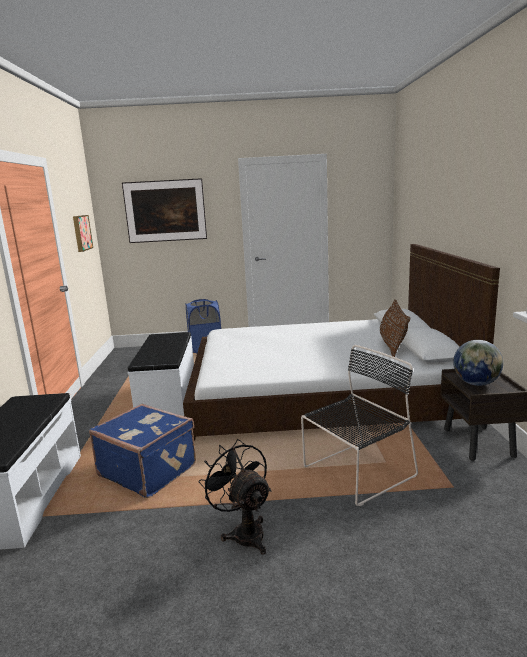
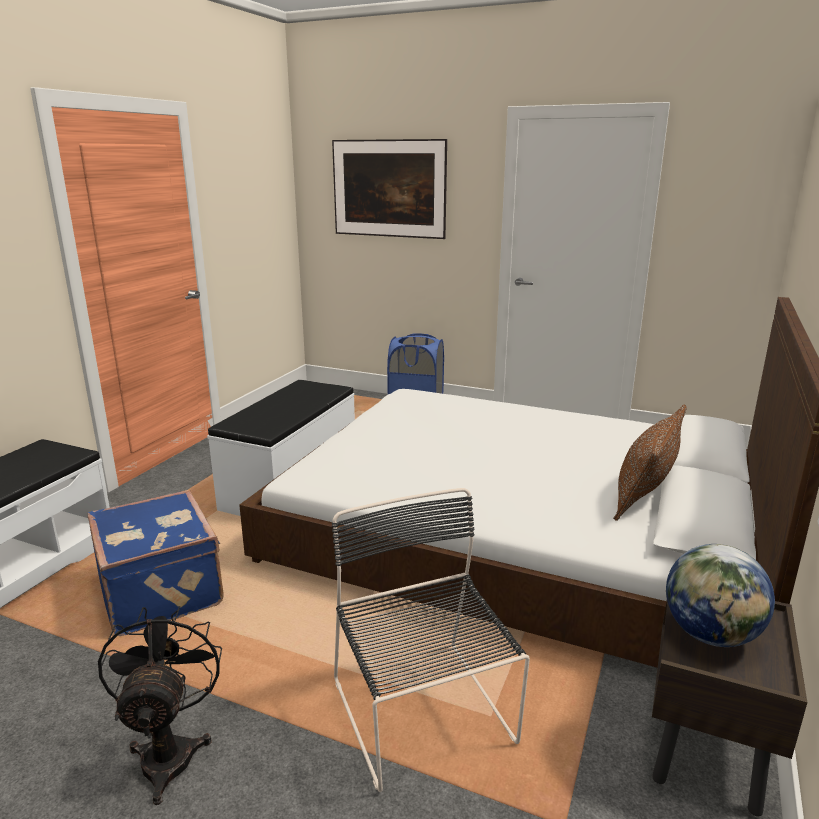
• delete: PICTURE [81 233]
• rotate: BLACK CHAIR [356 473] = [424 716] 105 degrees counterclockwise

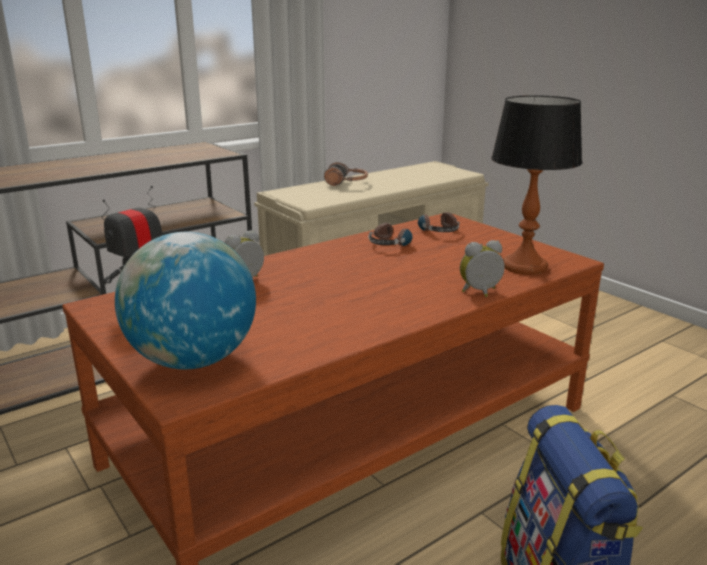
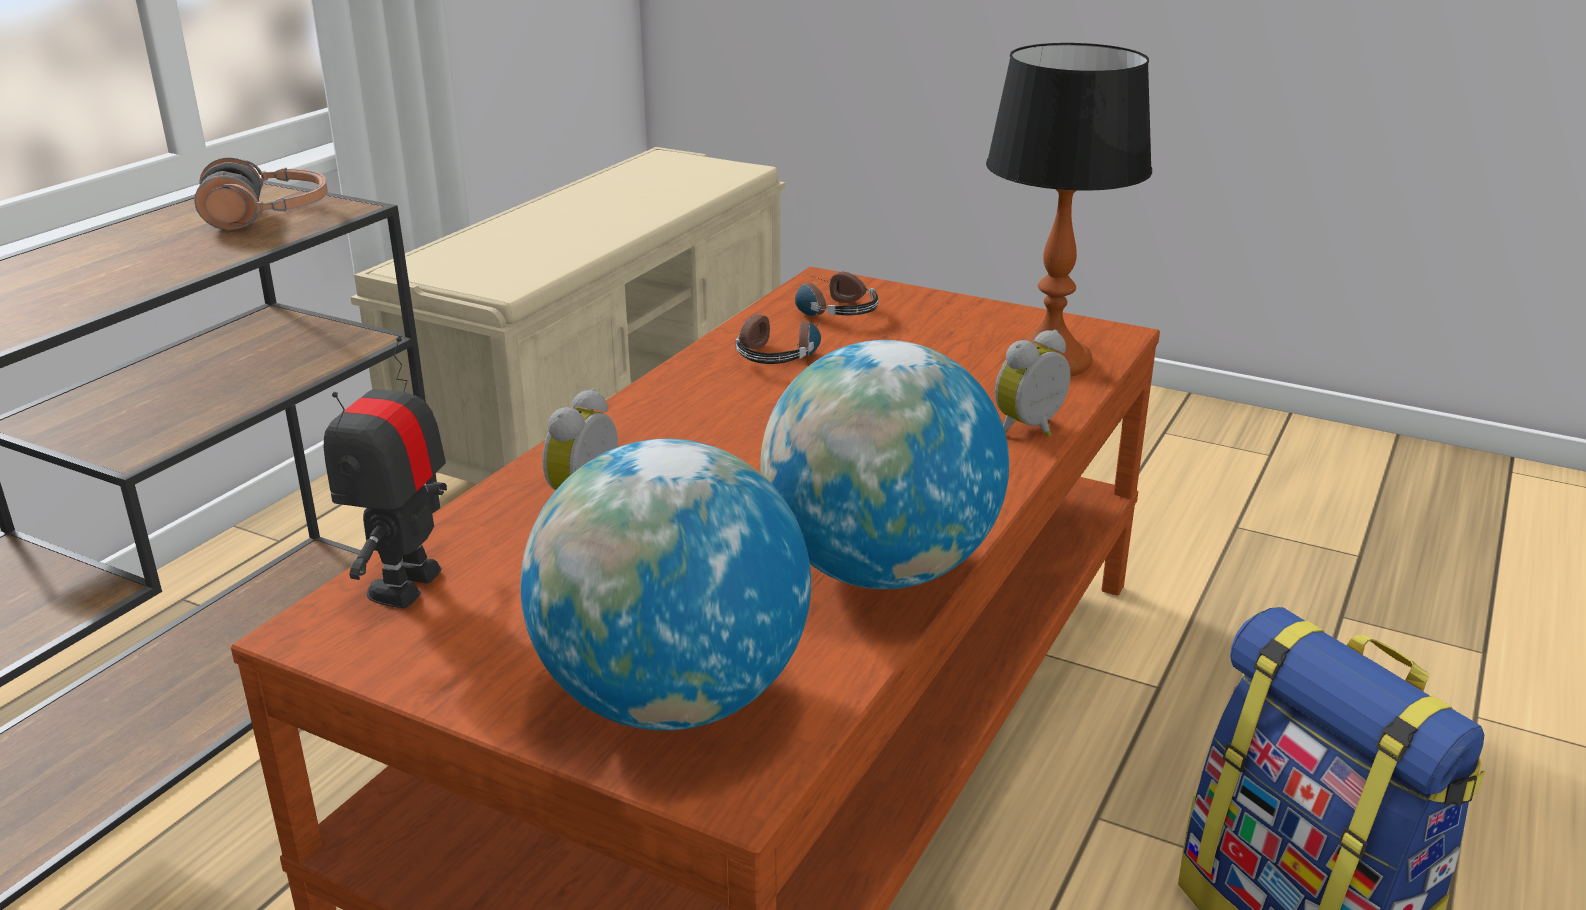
• move: HEADPHONES [346 183] to [267 217]
• insert: GLOBE [880 570]

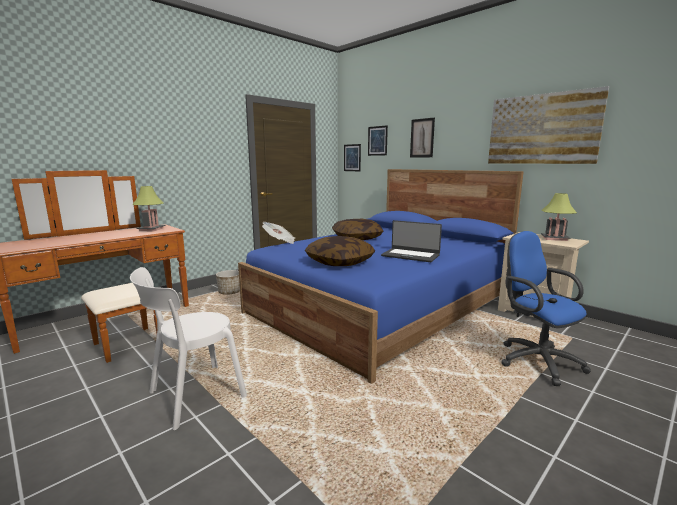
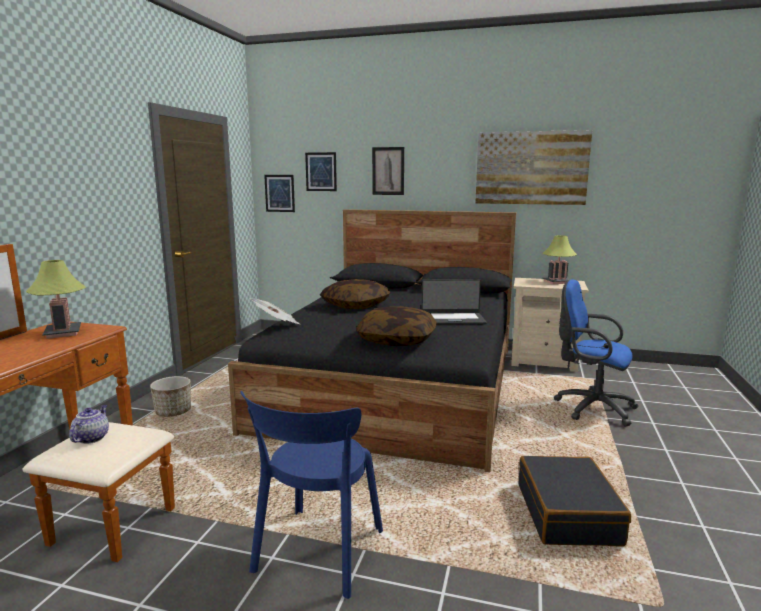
• recolor: BLUE BED [382 305] to BLACK BED [398 385]
• recolor: WHITE CHAIR [192 396] to BLUE CHAIR [317 554]
• insert: TEAPOT [91 438]
• insert: BLACK SUITCASE [568 514]

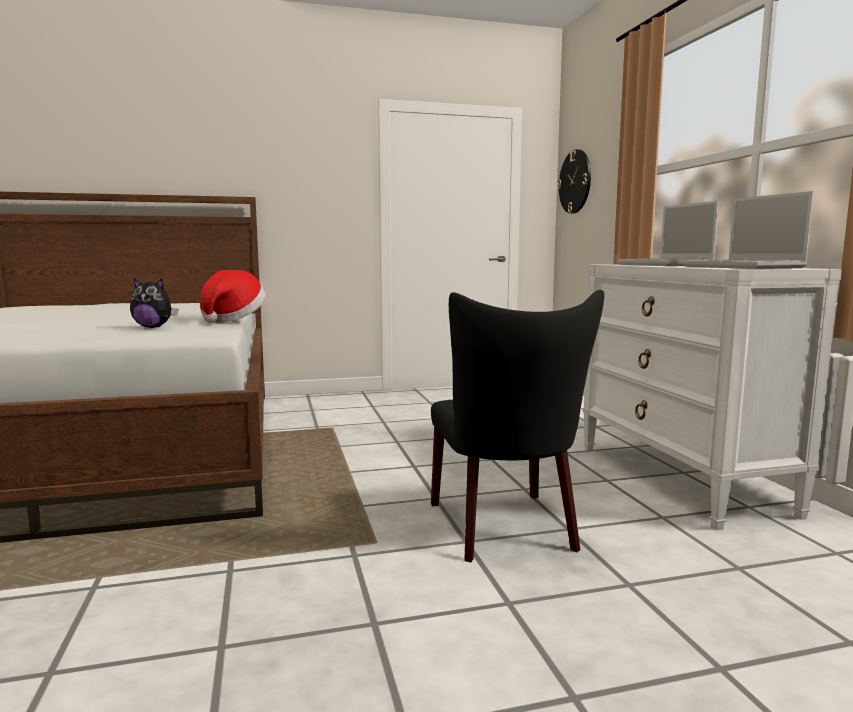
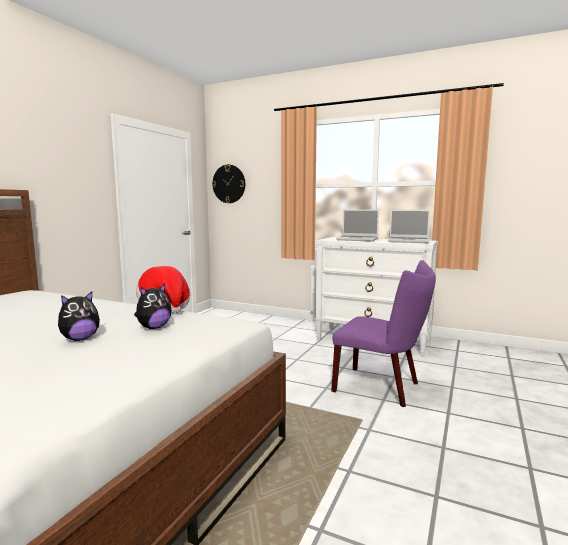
• recolor: BLACK CHAIR [506 530] to PURPLE CHAIR [382 387]
• insert: PLUSH TOY [80 339]

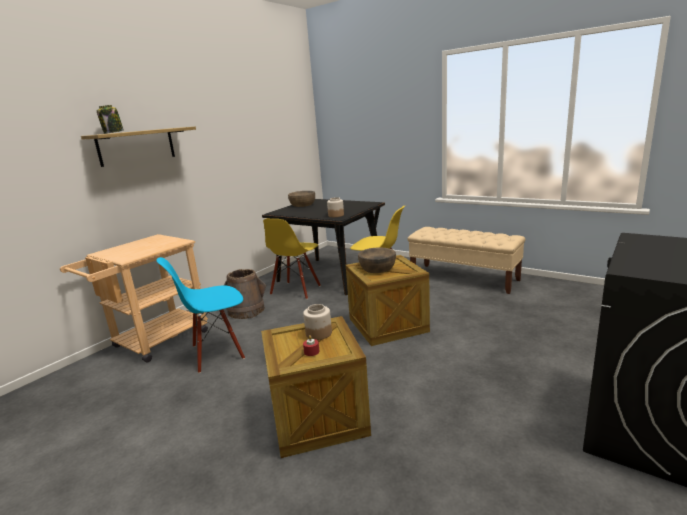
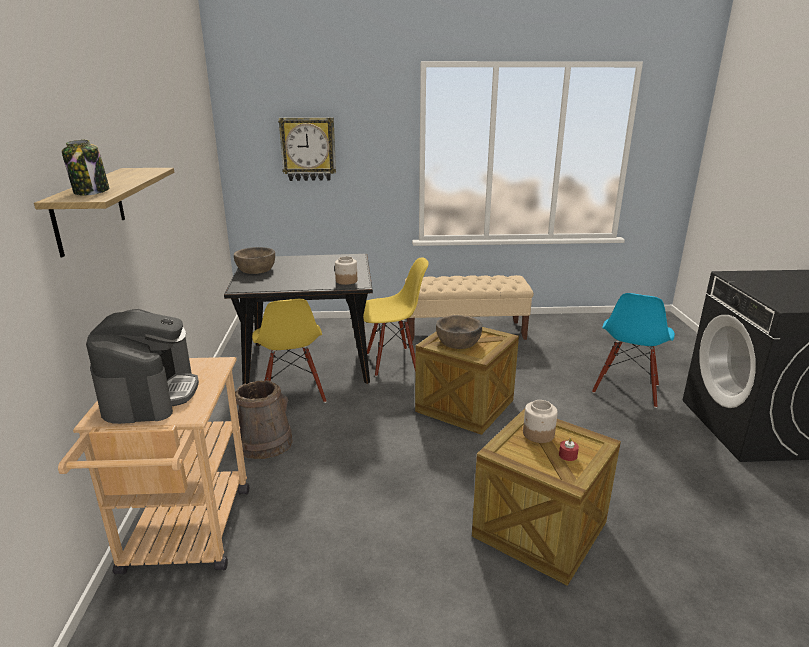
• move: BLUE CHAIR [217 353] to [627 389]
• insert: WALL CLOCK [308 149]
• insert: COFFEE MACHINE [150 394]

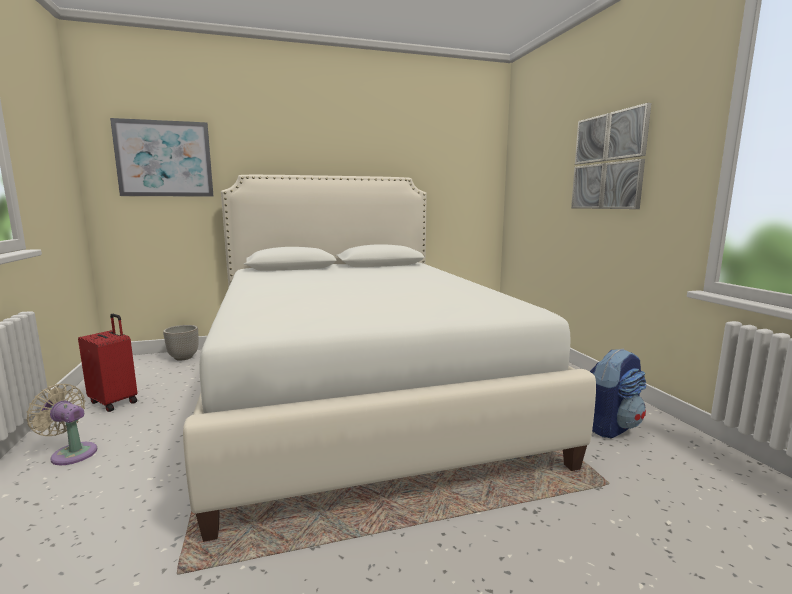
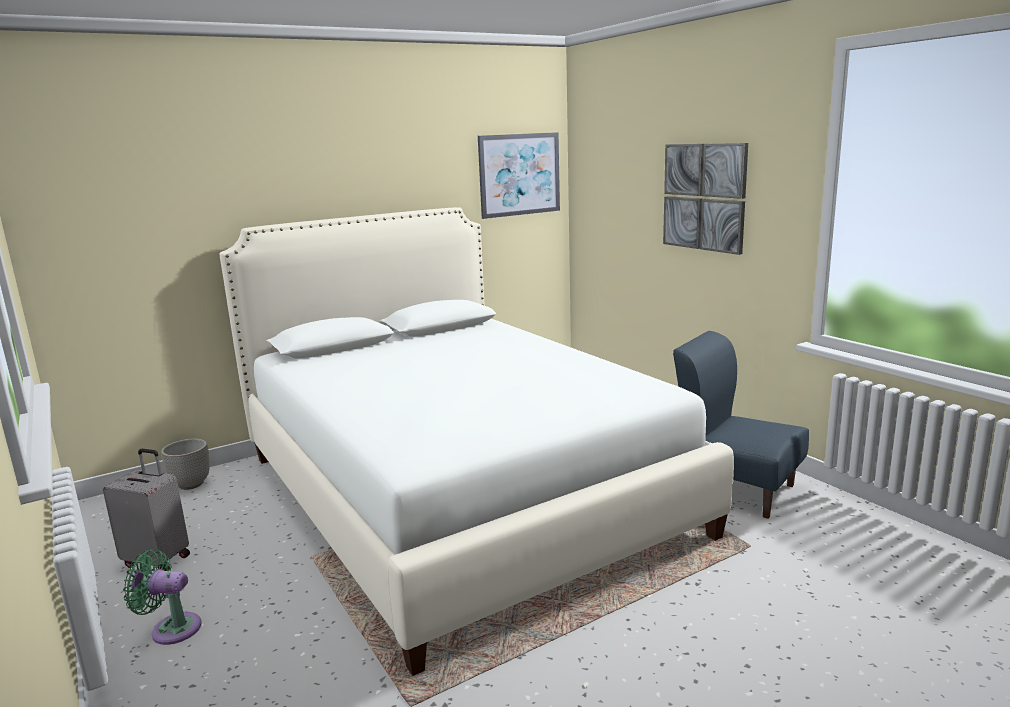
• move: PICTURE [164 159] to [519 174]
• recolor: RED SUITCASE [115 402] to GREY SUITCASE [158 560]
• replace: BACKPACK [611 426] to BLUE CHAIR [736 488]
• recolor: BEIGE FAN [71 453] to GREEN FAN [171 628]

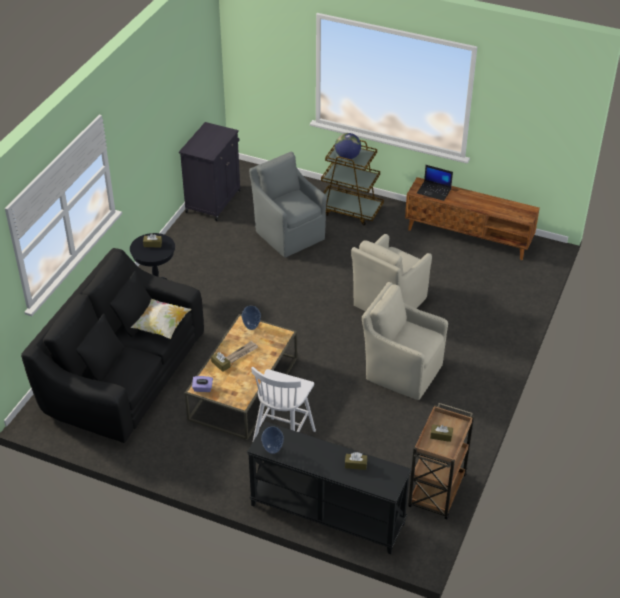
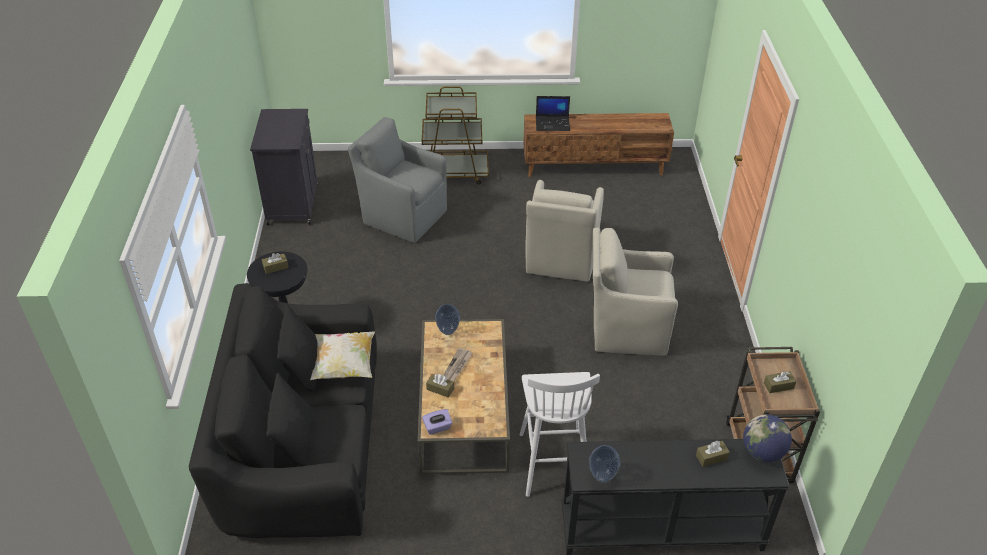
• move: GLOBE [347 157] to [762 452]

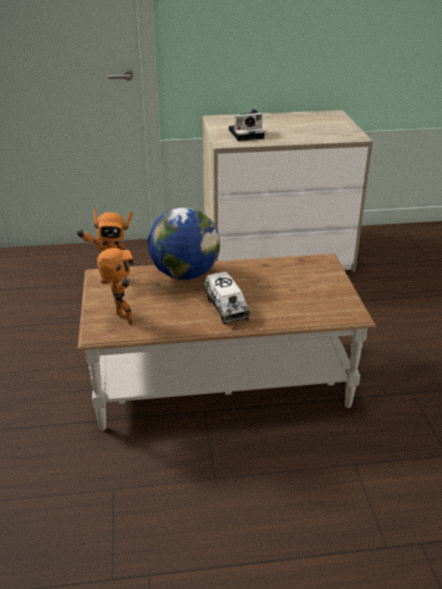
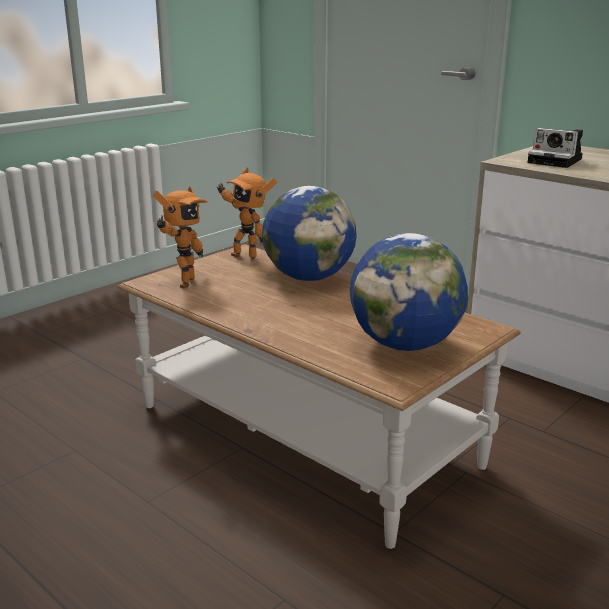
• delete: TOY TRUCK [226 307]
• insert: GLOBE [405 344]

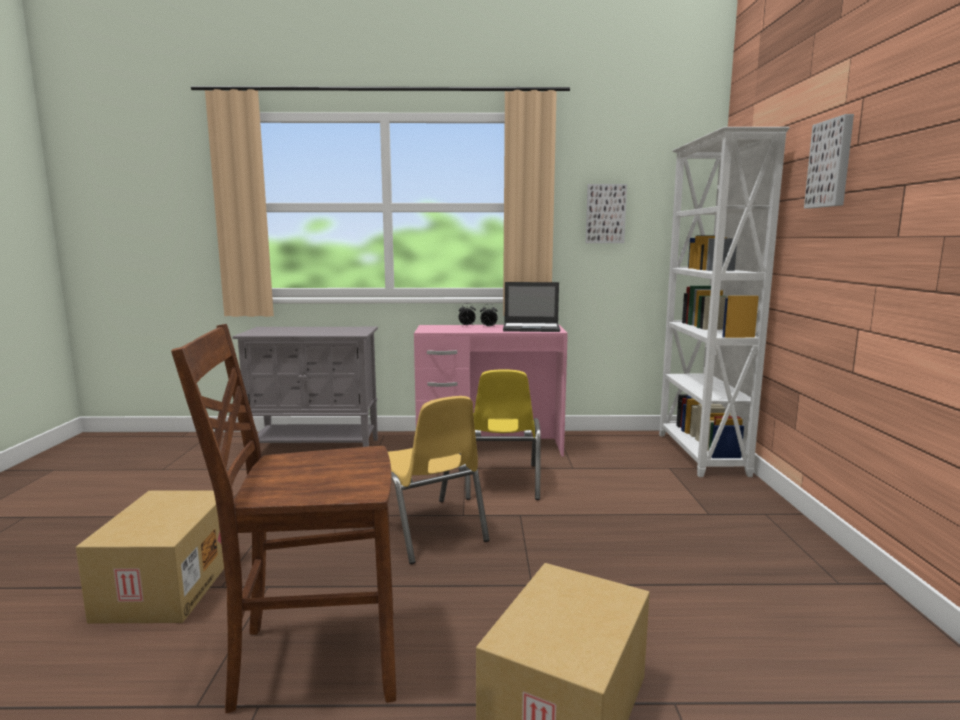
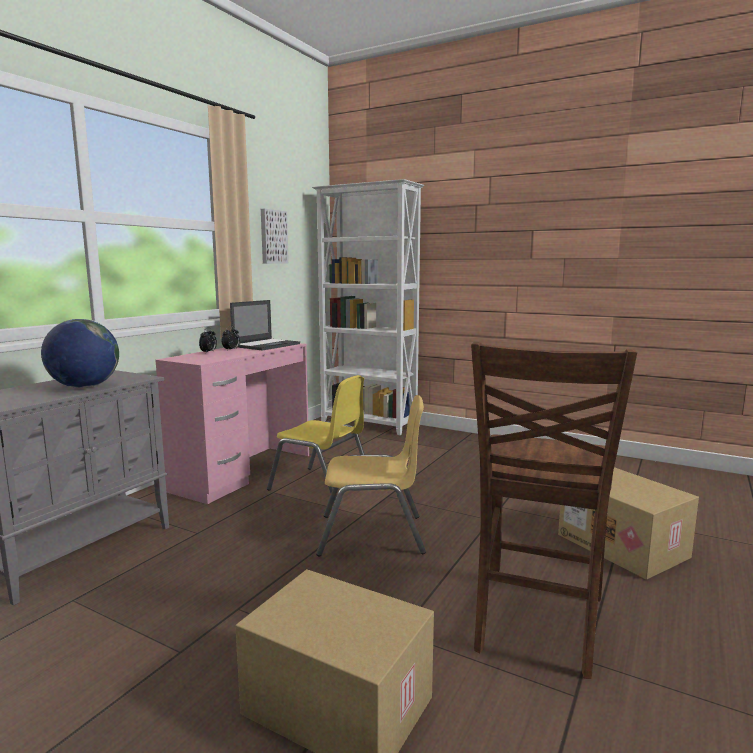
• delete: PICTURE [831 163]
• insert: GLOBE [84 387]

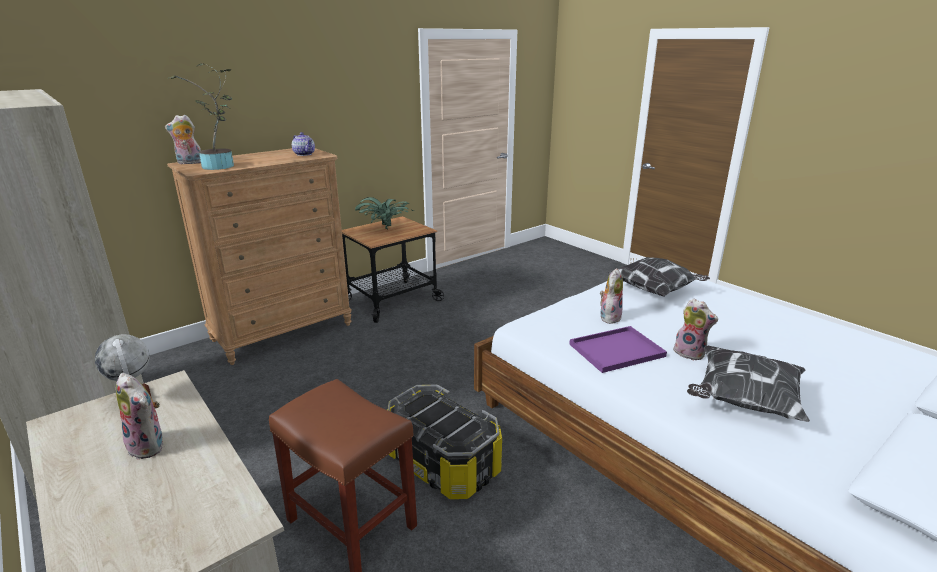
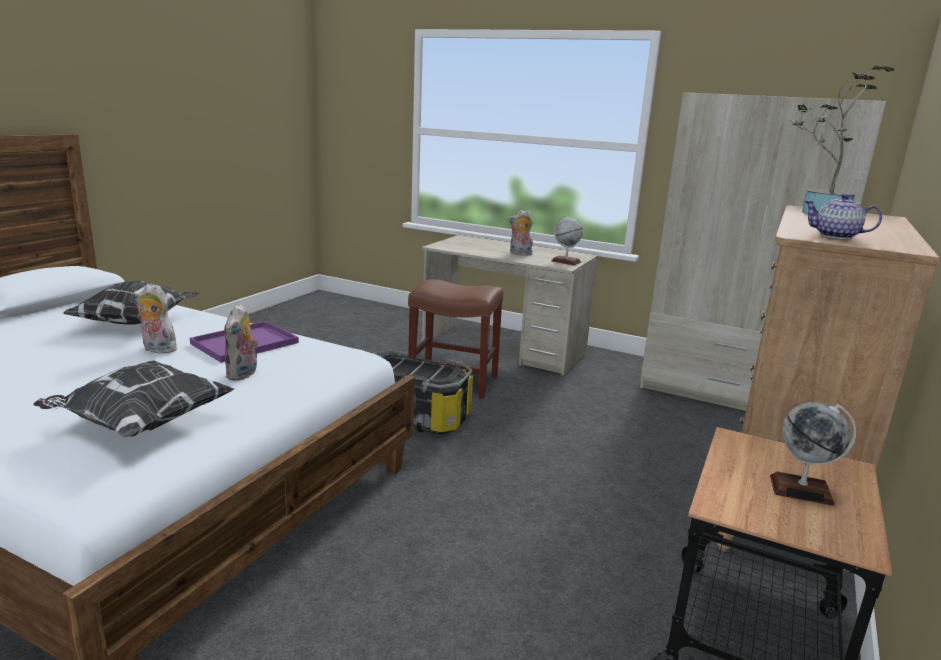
• delete: PLUSH TOY [189 163]
• replace: POTTED PLANT [386 229] to GLOBE [801 490]

